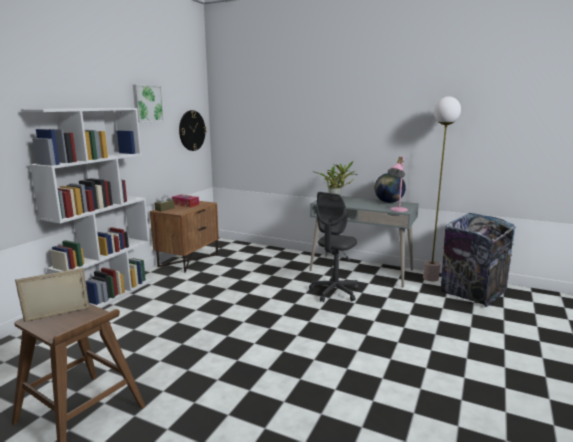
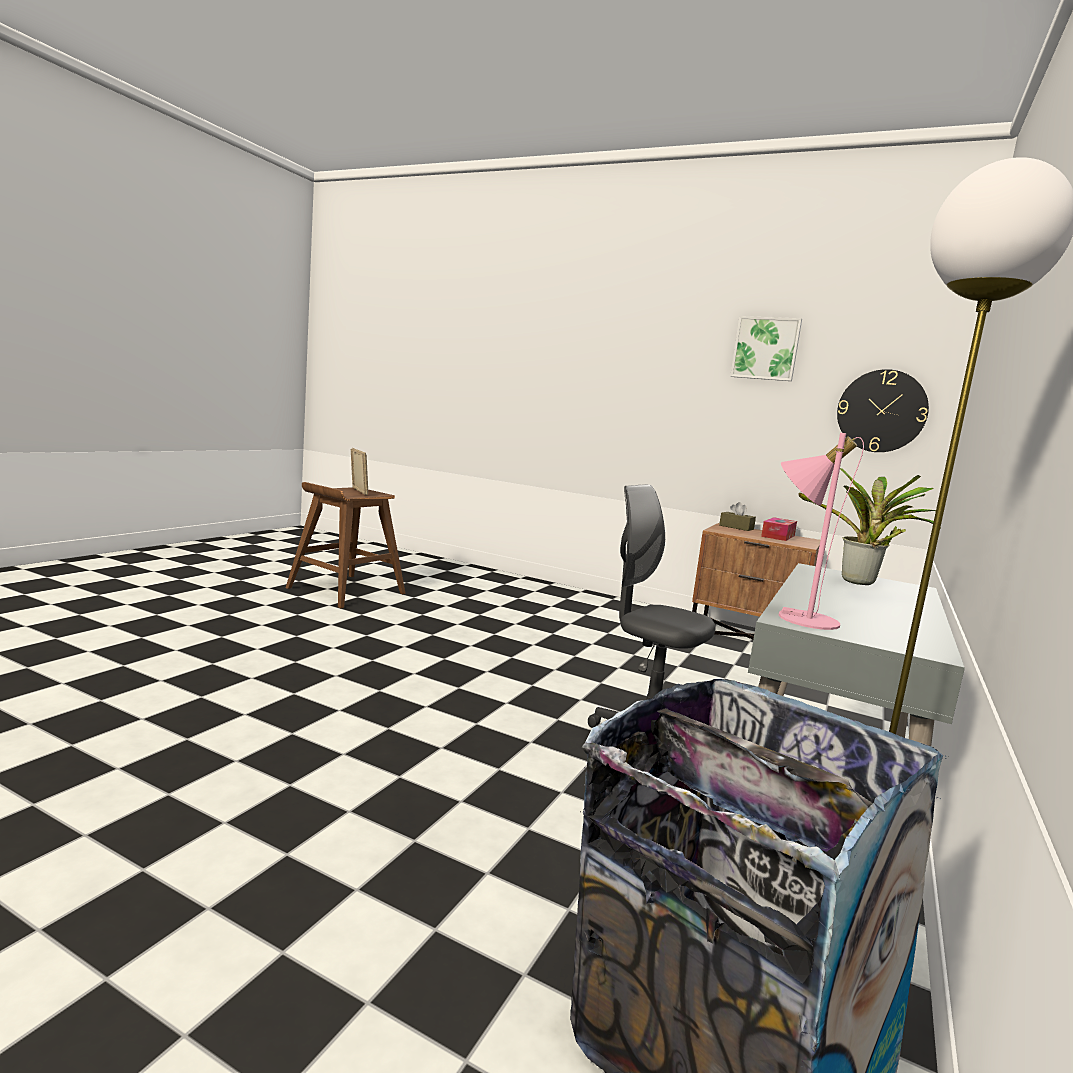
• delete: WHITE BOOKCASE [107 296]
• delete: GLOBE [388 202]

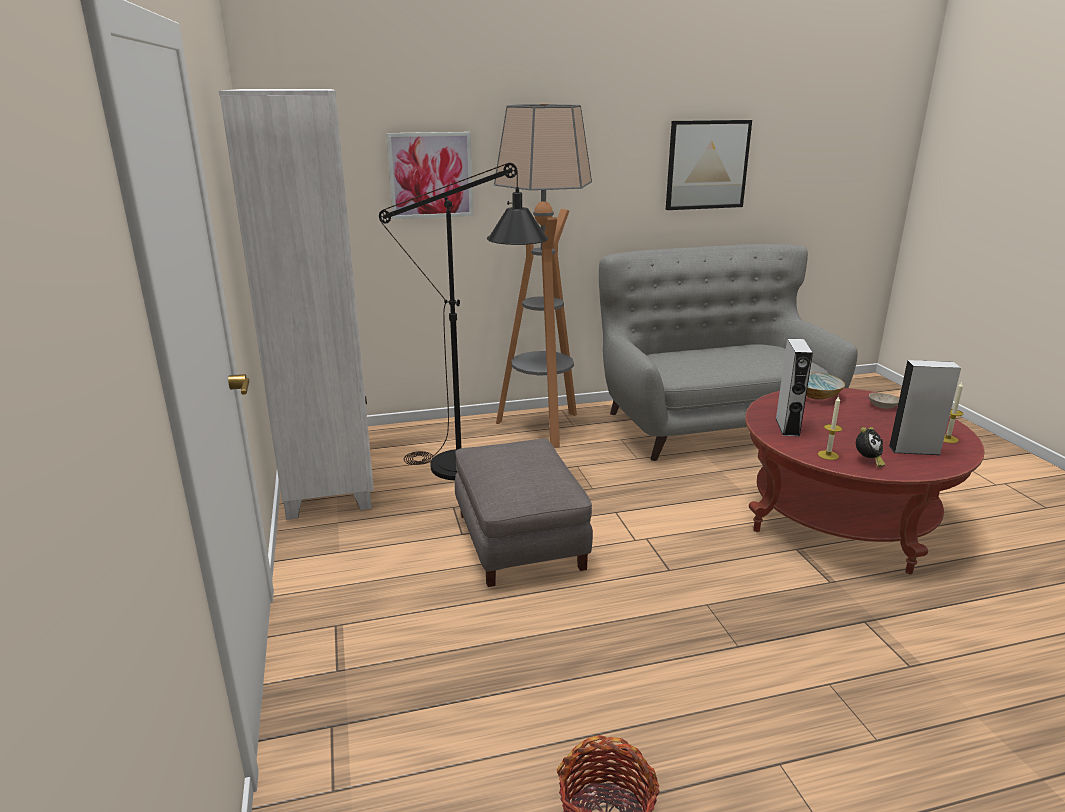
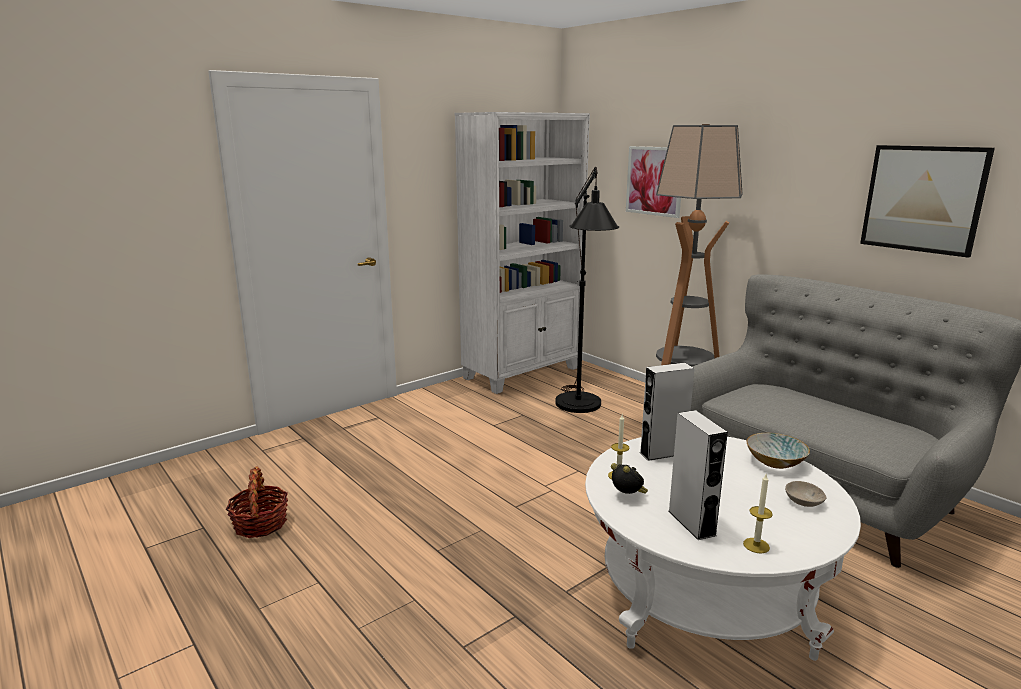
• recolor: RED COFFEE TABLE [842 516] to WHITE COFFEE TABLE [704 592]
• rotate: ALARM CLOCK [867 461] = [628 496] 150 degrees counterclockwise
• delete: GREY OTTOMAN [518 540]

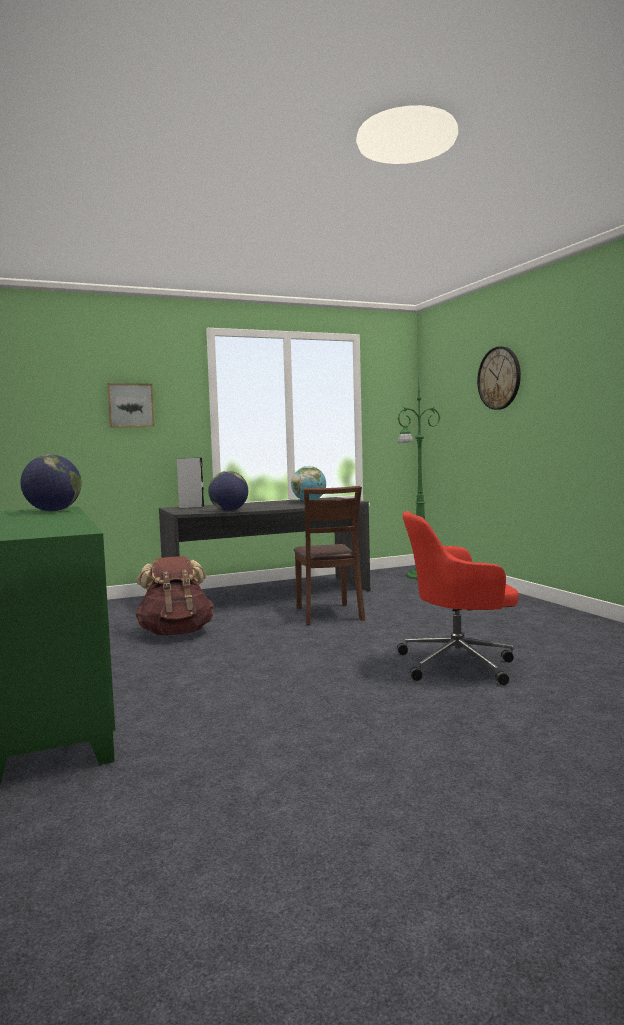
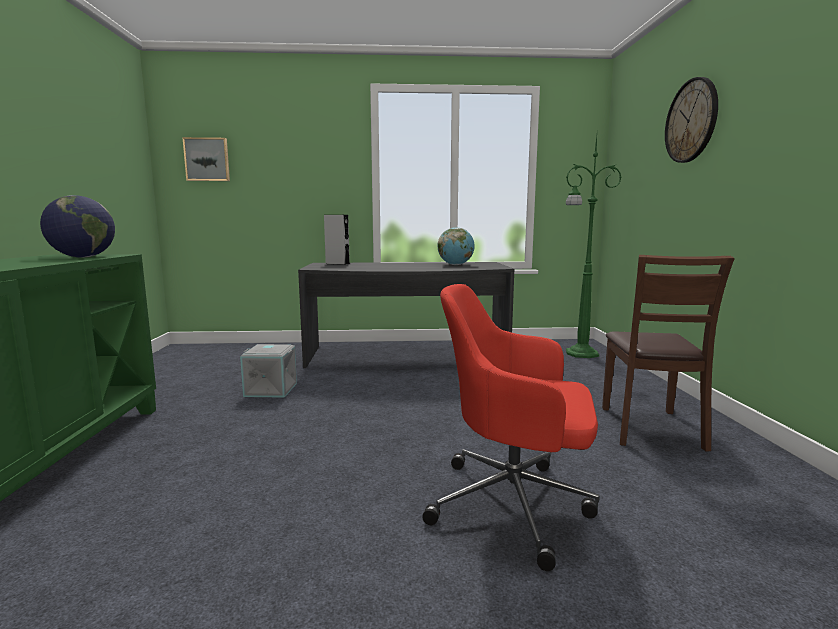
• move: PICTURE [130 405] to [207 159]
• delete: GLOBE [229 510]
• move: BROWN CHAIR [328 614] to [649 428]
• replace: BROWN BACKPACK [176 633] to GREY STORAGE BOX [271 389]

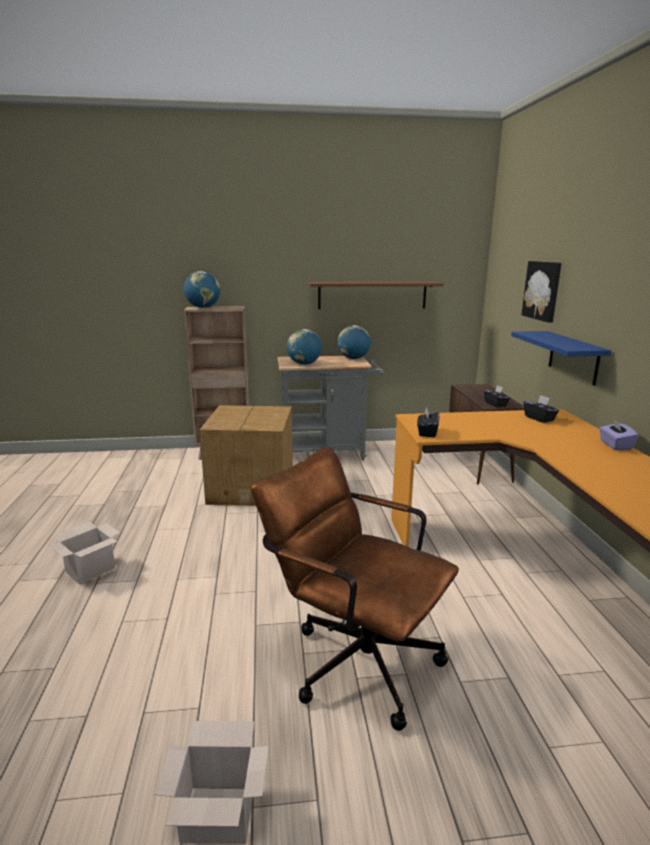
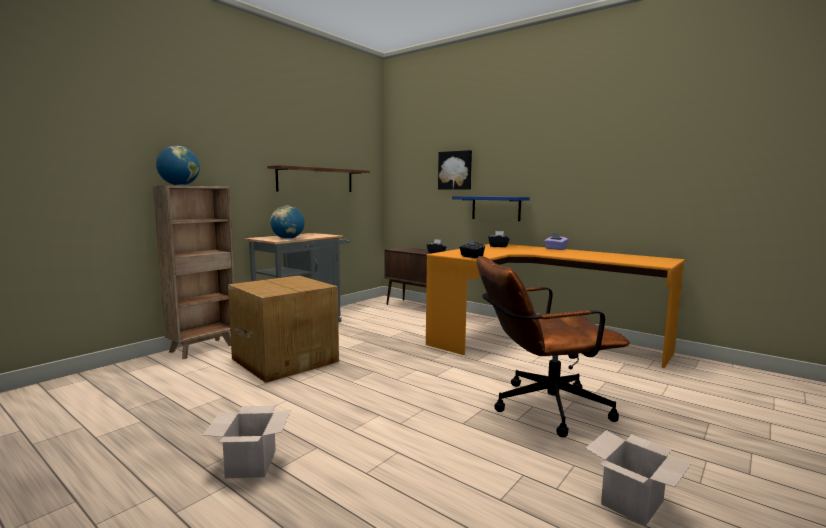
• delete: GLOBE [353 358]

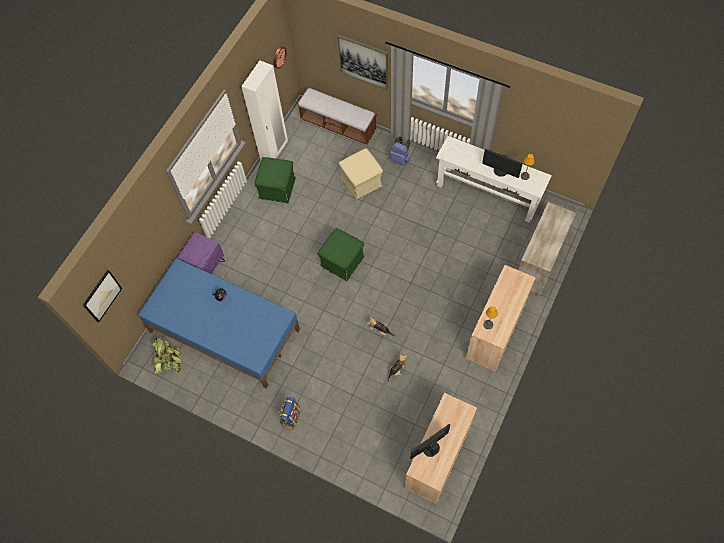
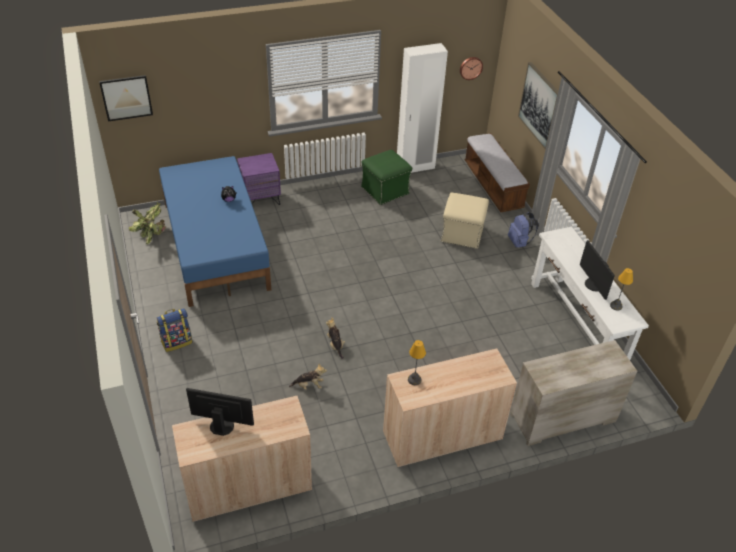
• delete: GREEN OTTOMAN [342 262]

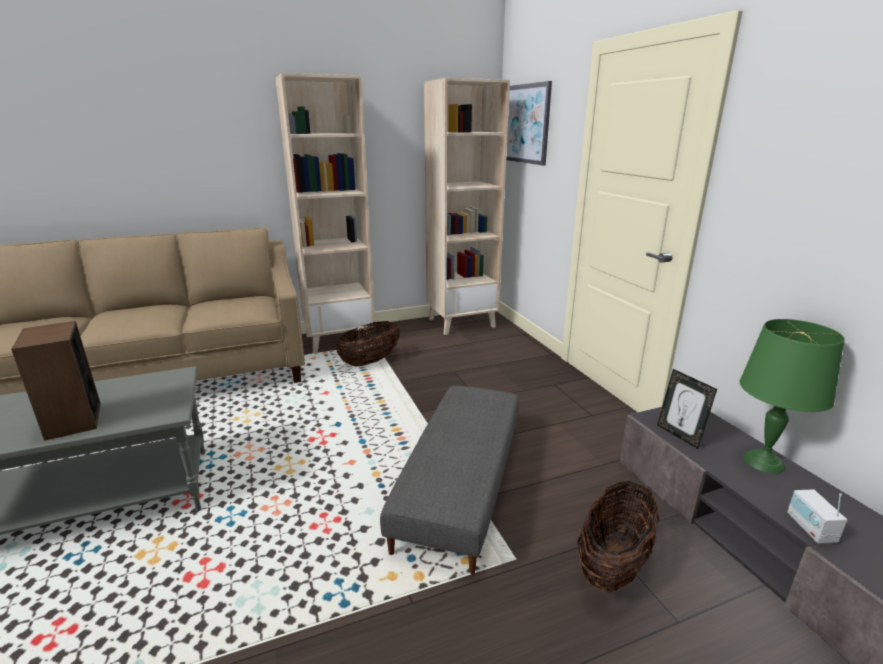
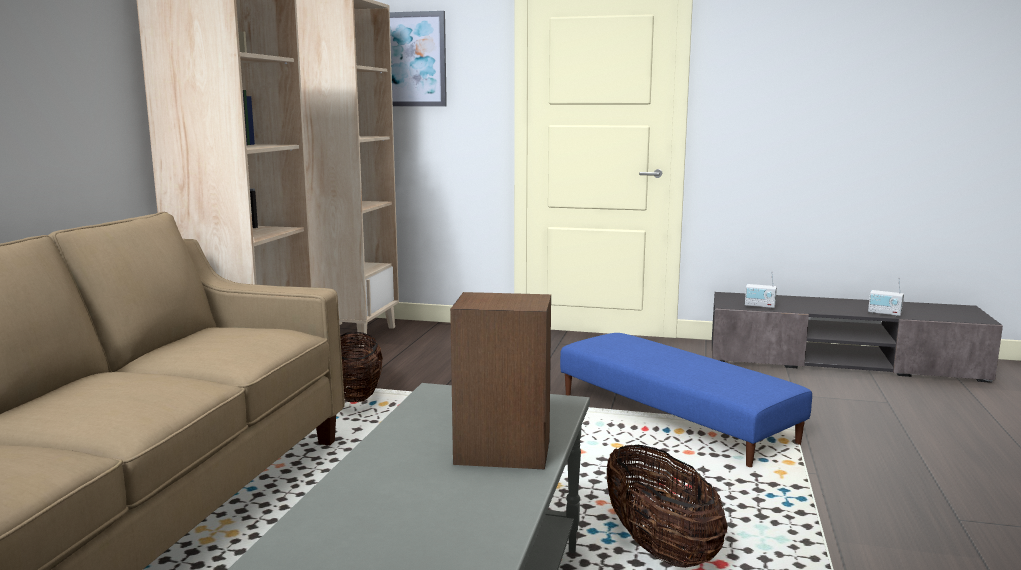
• delete: GREEN TABLE LAMP [764 462]
• replace: PICTURE FRAME [679 435] to RADIO [760 306]
• recolor: GREY OTTOMAN [460 483] to BLUE OTTOMAN [673 417]
• move: BASKET [613 563] to [659 547]

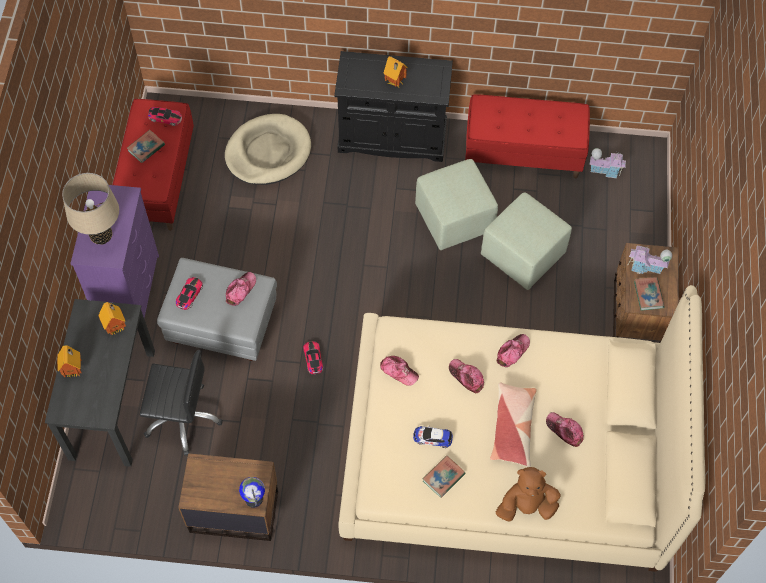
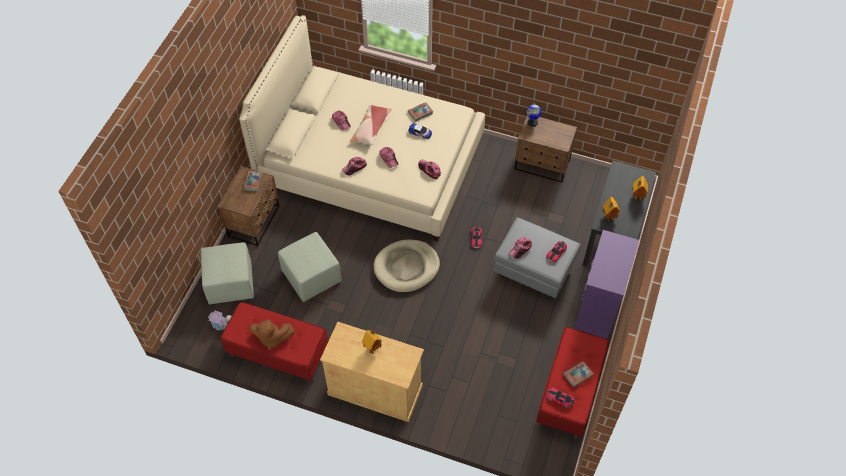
• recolor: BLACK CABINET [392 137] to BEIGE CABINET [375 390]
• move: BEIGE DOG BED [268 152] to [406 267]
• move: GREEN OTTOMAN [453 218] to [231 284]
• delete: BEIGE TABLE LAMP [101 235]
• delete: TOY HOUSE [645 267]
• delete: BLACK OFFICE CHAIR [182 418]
• move: BROWN PLUSH TOY [526 506] to [272 338]

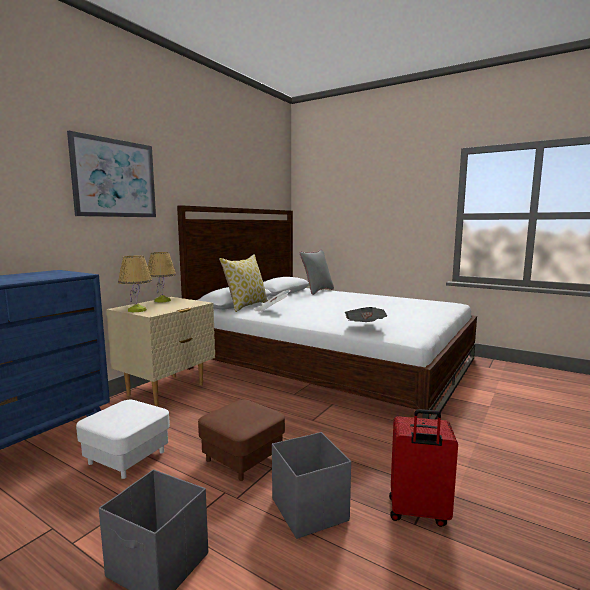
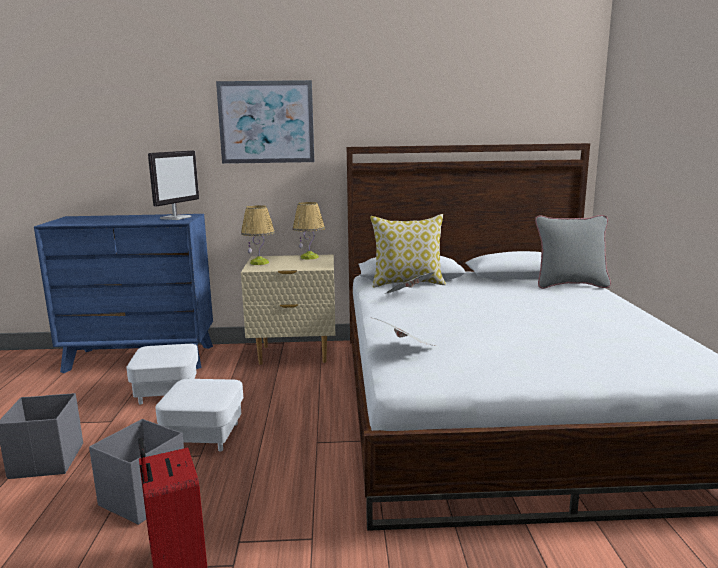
• recolor: BROWN OTTOMAN [242 458] to WHITE OTTOMAN [204 436]
• insert: MONITOR [176 218]

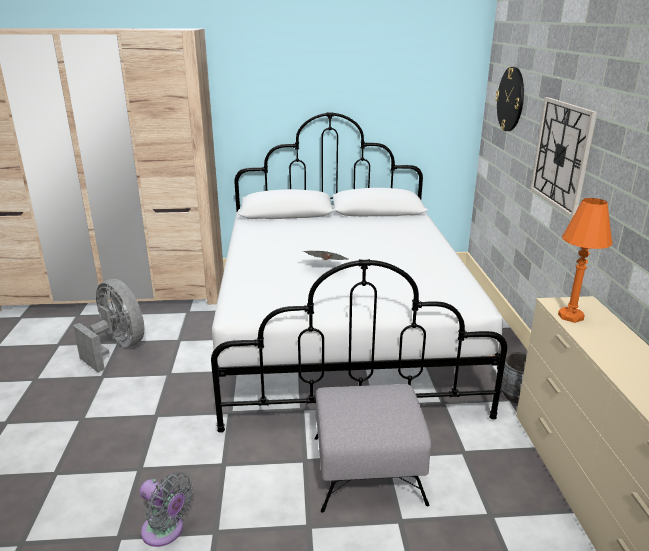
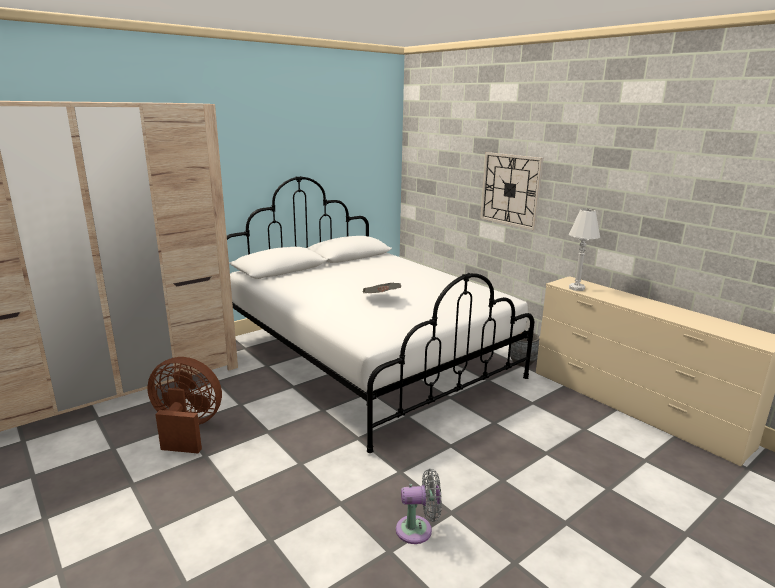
• delete: WALL CLOCK [511 99]
• recolor: ORANGE TABLE LAMP [570 316] to WHITE TABLE LAMP [576 288]
• recolor: GREY FAN [117 348] to BROWN FAN [186 429]
• delete: GREY OTTOMAN [368 469]

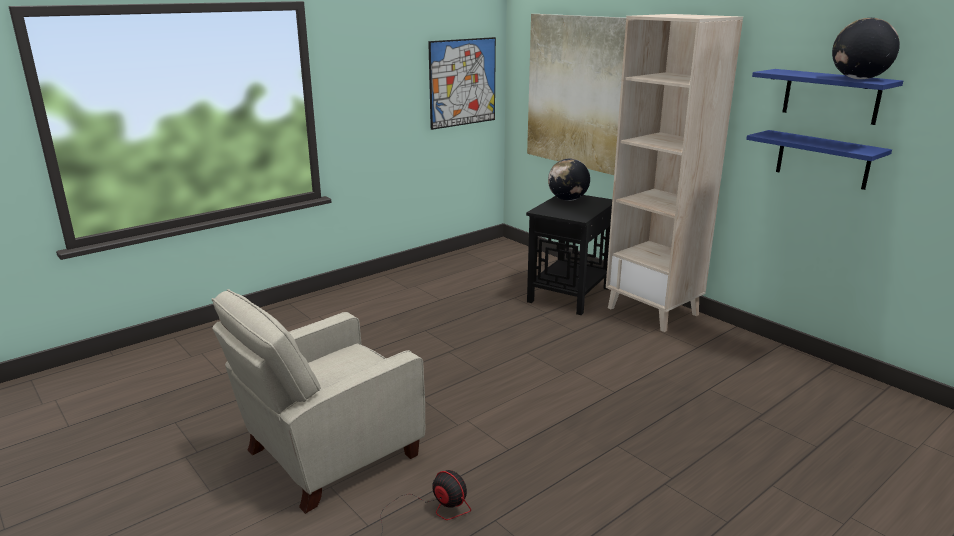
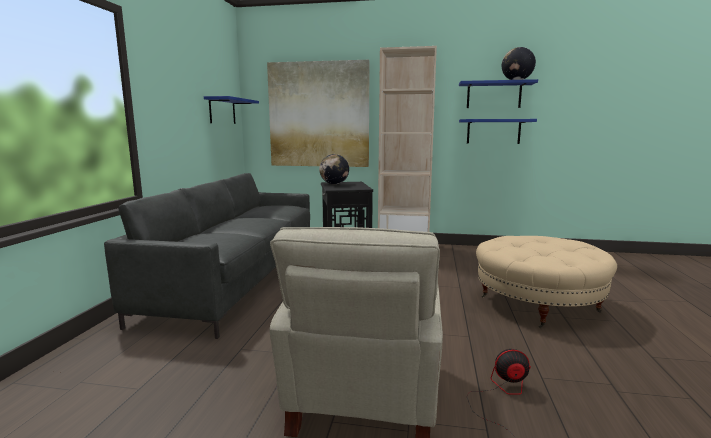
• replace: PICTURE [463 82] to BLUE SHELF [222 111]
• insert: GREY SOFA [240 279]
• insert: BEIGE OTTOMAN [537 304]

